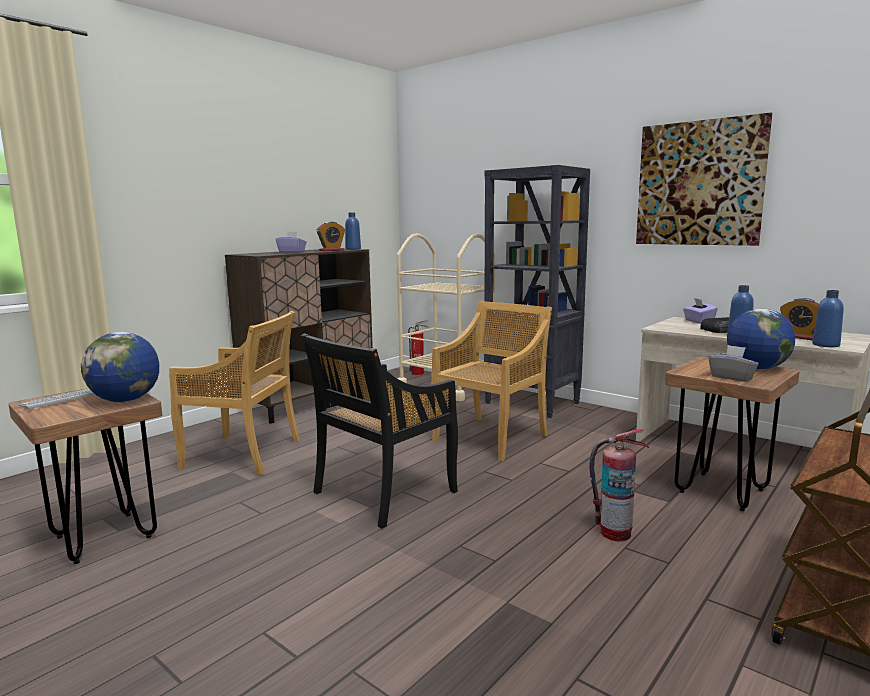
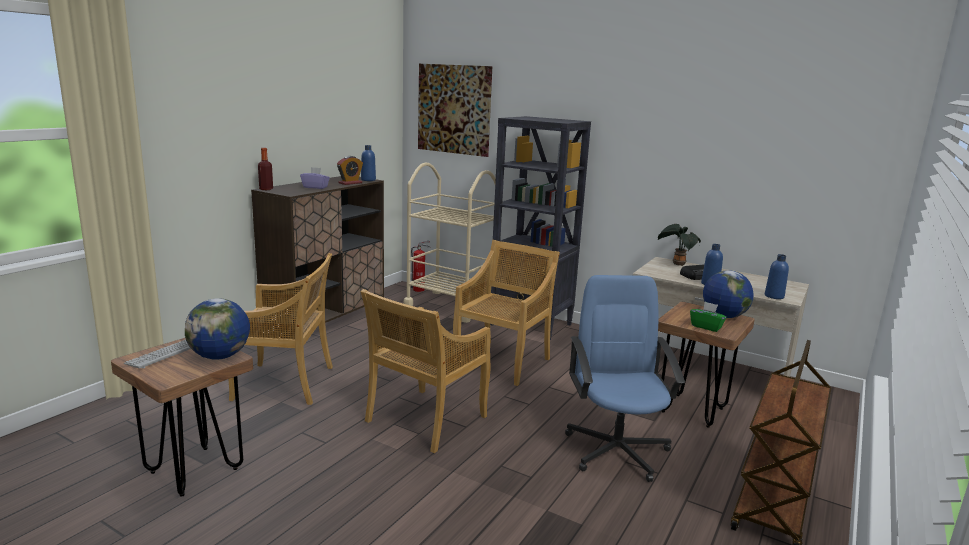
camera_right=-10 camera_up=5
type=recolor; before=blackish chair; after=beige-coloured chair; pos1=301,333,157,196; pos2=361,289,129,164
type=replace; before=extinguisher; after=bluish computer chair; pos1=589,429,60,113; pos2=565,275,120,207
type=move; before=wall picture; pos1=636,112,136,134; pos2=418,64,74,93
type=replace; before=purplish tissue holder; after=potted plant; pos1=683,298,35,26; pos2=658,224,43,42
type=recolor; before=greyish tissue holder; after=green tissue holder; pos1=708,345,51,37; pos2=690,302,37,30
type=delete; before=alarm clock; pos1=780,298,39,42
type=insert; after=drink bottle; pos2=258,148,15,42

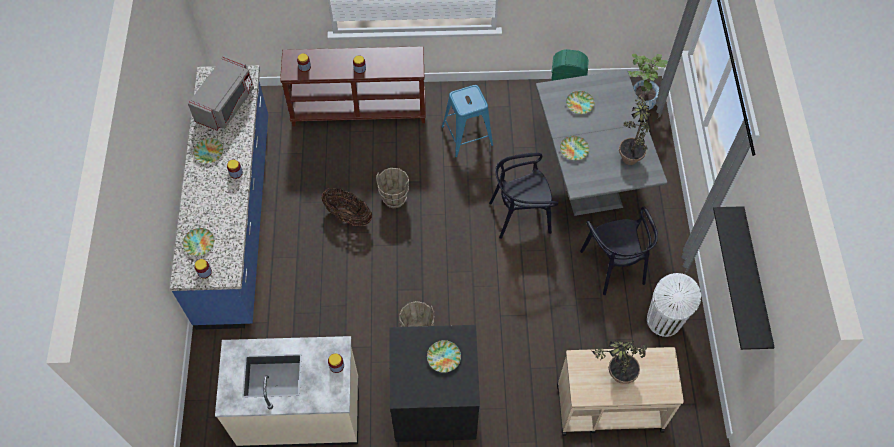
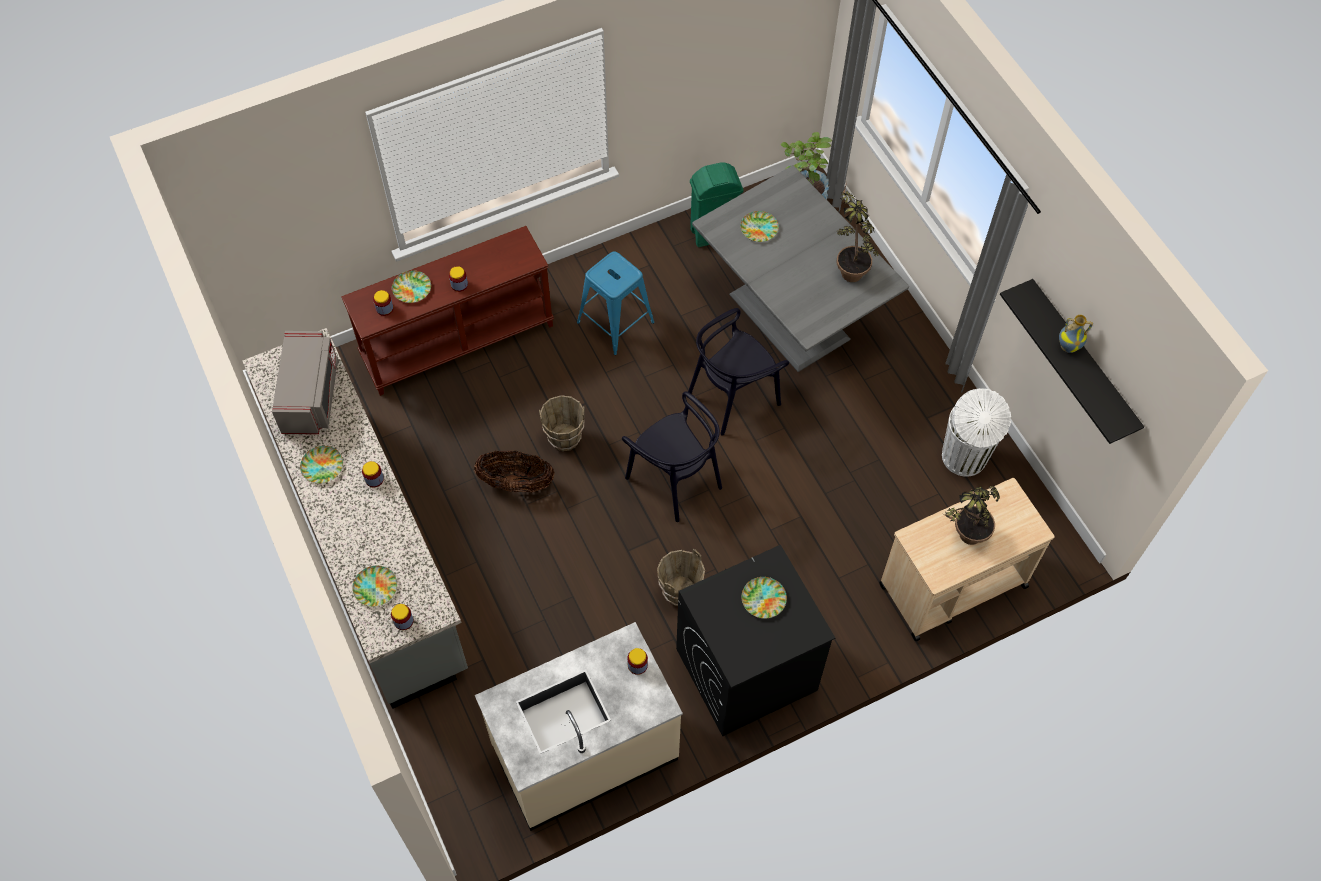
camera_right=-25 camera_up=0
type=recolor; before=bluish counter; after=greyish counter; pos1=170,65,98,265; pos2=242,328,226,381
type=move; before=dinner plate; pos1=560,136,30,24; pos2=392,271,39,32
type=move; before=blackish chair; pos1=580,207,78,88; pos2=622,391,100,131
type=insert; after=decorative vase; pos2=1059,315,34,38

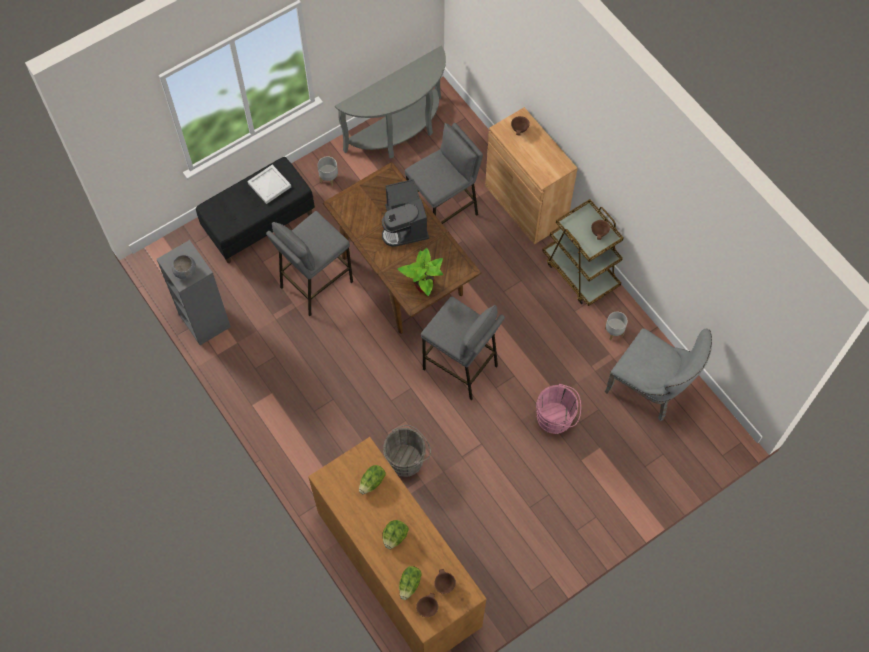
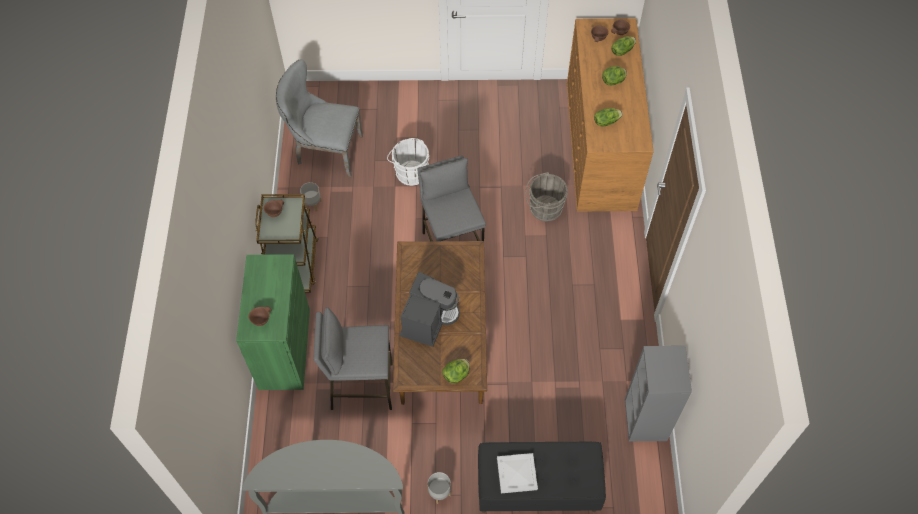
camera_right=-145 camera_up=-5
type=delete; before=greyish bowl; pos1=172,255,24,24
type=delete; before=greyish stool seat; pos1=266,211,87,105
type=delete; before=potted plant; pos1=398,248,45,48
type=recolor; before=brownish cupboard; after=green cupboard; pos1=485,107,93,137; pos2=236,254,74,136
type=recolor; before=pinkish bucket; after=white-coloured bucket; pos1=536,384,45,50; pos2=387,138,42,48
type=rotate; before=greyish chair; pos1=605,328,107,93; pos2=276,59,87,118; turn=-60
type=insert; after=lettuce; pos2=442,359,28,24

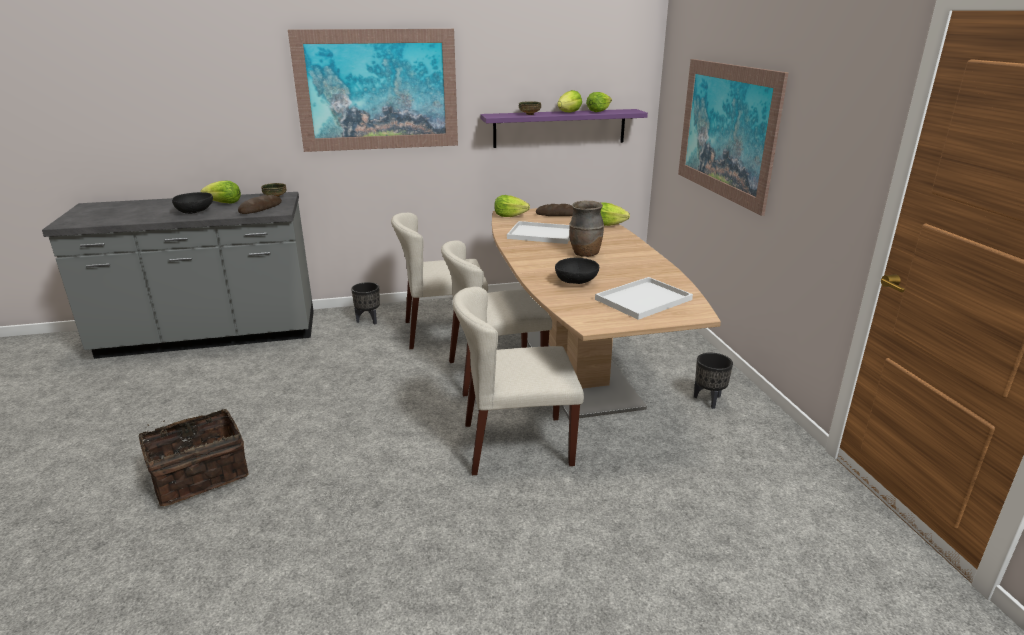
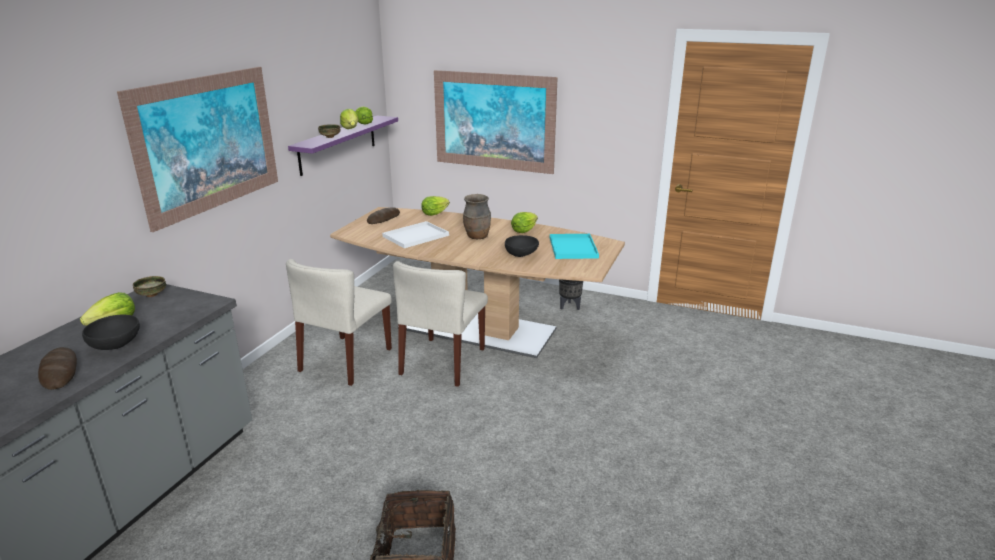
camera_right=-55 camera_up=0
type=move; before=bakery bread; pos1=238,195,44,19; pos2=38,347,39,43
type=delete; before=blackish planter; pos1=351,282,29,43
type=delete; before=beige-coloured chair; pos1=453,287,131,188
type=move; before=lettuce; pos1=494,195,36,22; pos2=511,212,27,21
type=recolor; before=white-coloured serving tray; after=blue-green serving tray; pos1=595,277,98,43; pos2=550,234,49,25

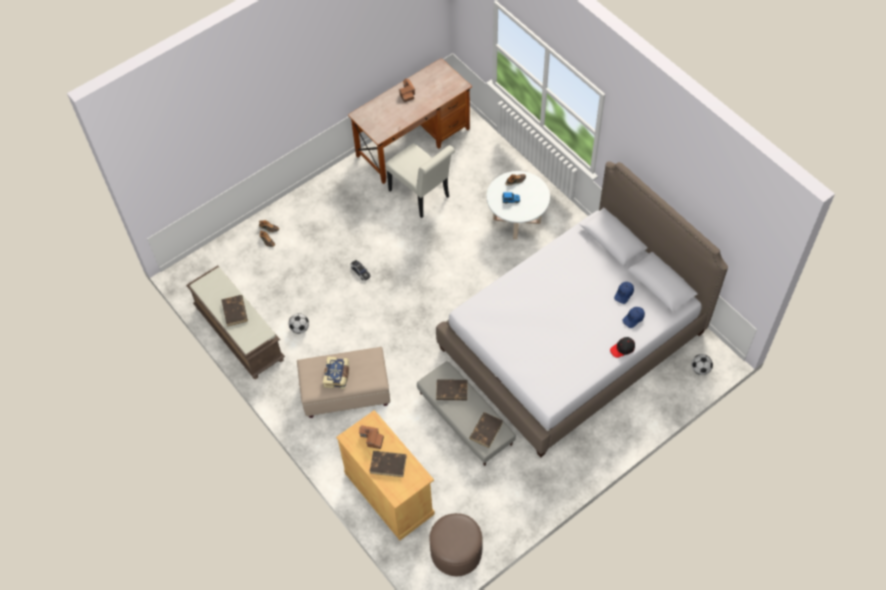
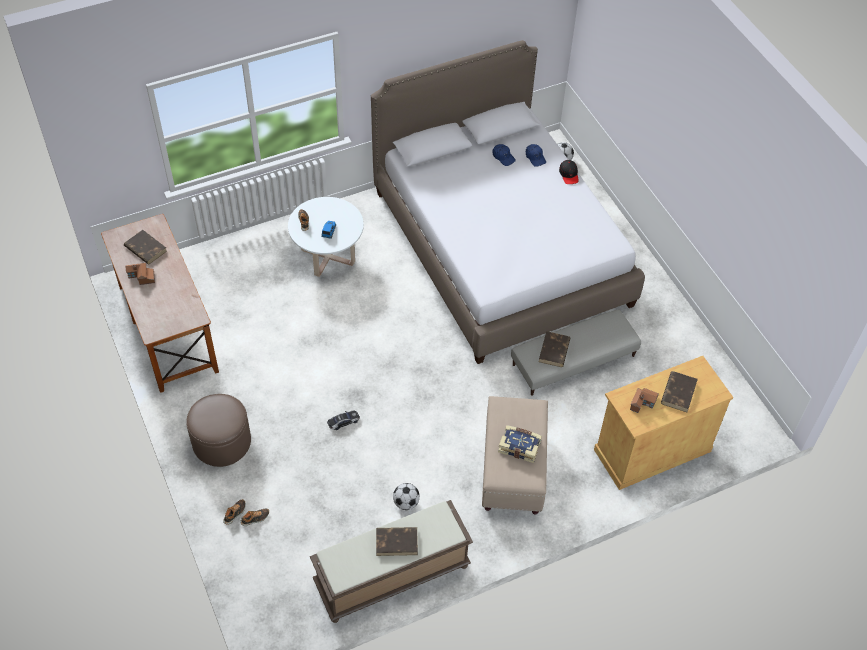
camera_right=-80 camera_up=-5
type=delete; before=white-coloured chair; pos1=385,143,70,75
type=move; before=brownish ottoman; pos1=429,513,54,63; pos2=186,394,65,73
type=move; before=brownish volume; pos1=469,412,34,36; pos2=124,230,43,34

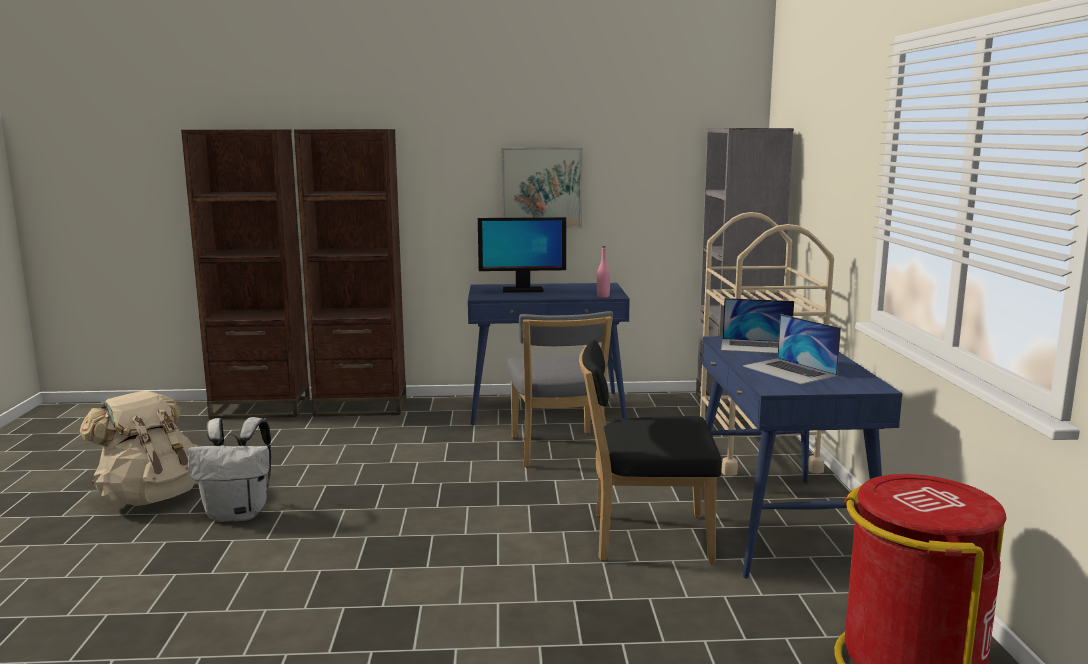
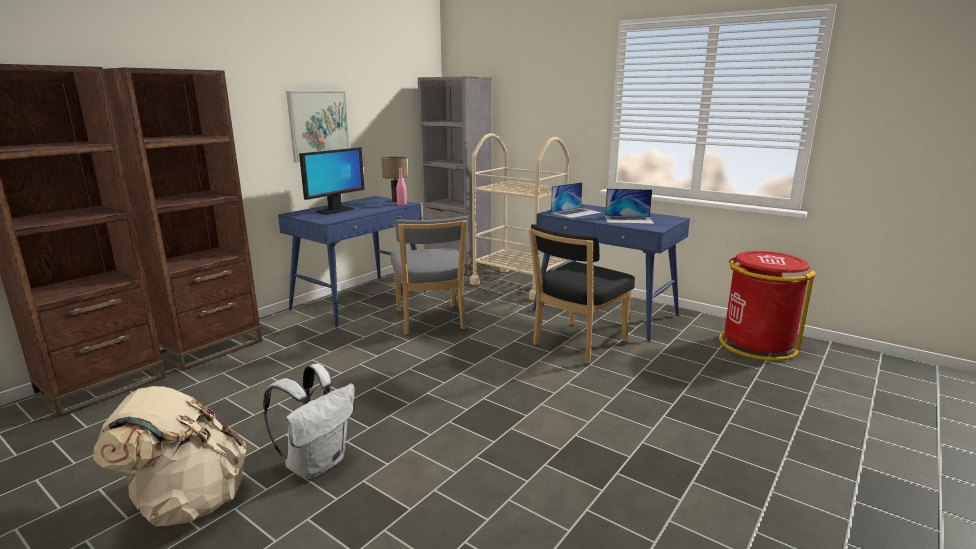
camera_right=-50 camera_up=5
type=rotate; before=greyish chair; pos1=507,311,106,156; pos2=391,216,77,119; turn=45
type=insert; after=lamp for a table; pos2=381,157,27,45

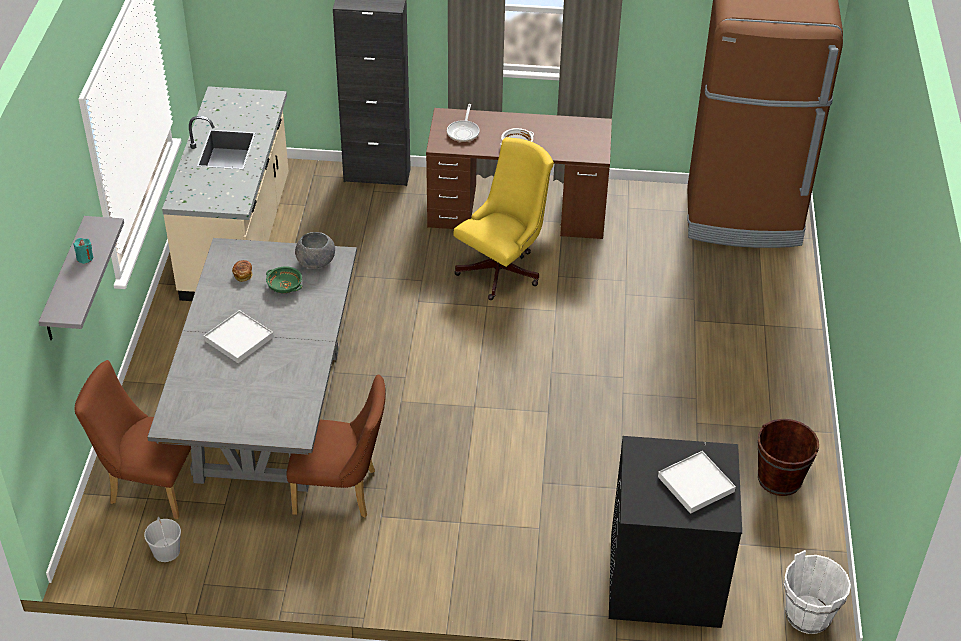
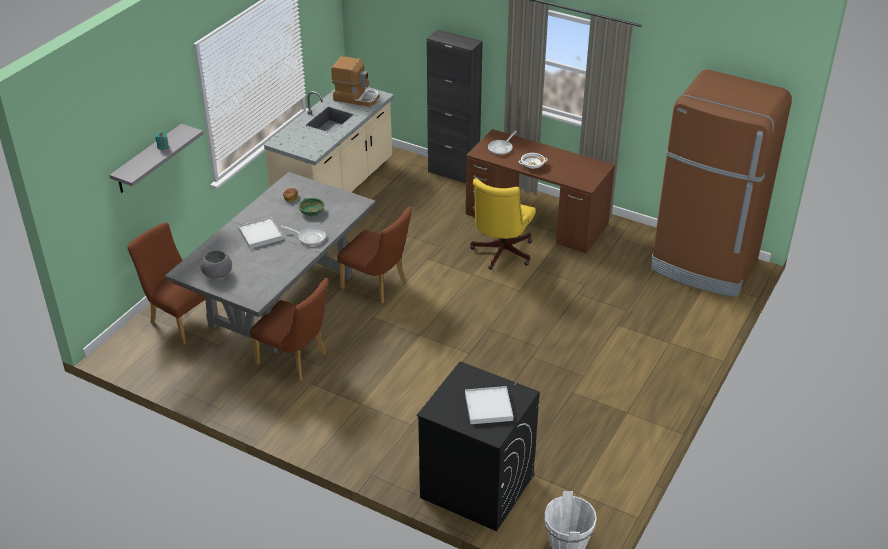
camera_right=25 camera_up=-5
type=delete; before=white-coloured bucket; pos1=144,517,37,45
type=move; before=greyish bowl; pos1=295,232,40,37; pos2=200,250,32,29
type=rotate; before=yellowish computer chair; pos1=453,137,101,163; pos2=470,178,66,92; turn=135
type=delete; before=brownish bucket; pos1=758,419,61,77
type=insert; after=skillet; pos2=281,226,45,19
type=insert; after=coffee maker; pos2=331,56,48,51
type=insert; after=brownish chair; pos2=337,207,75,96

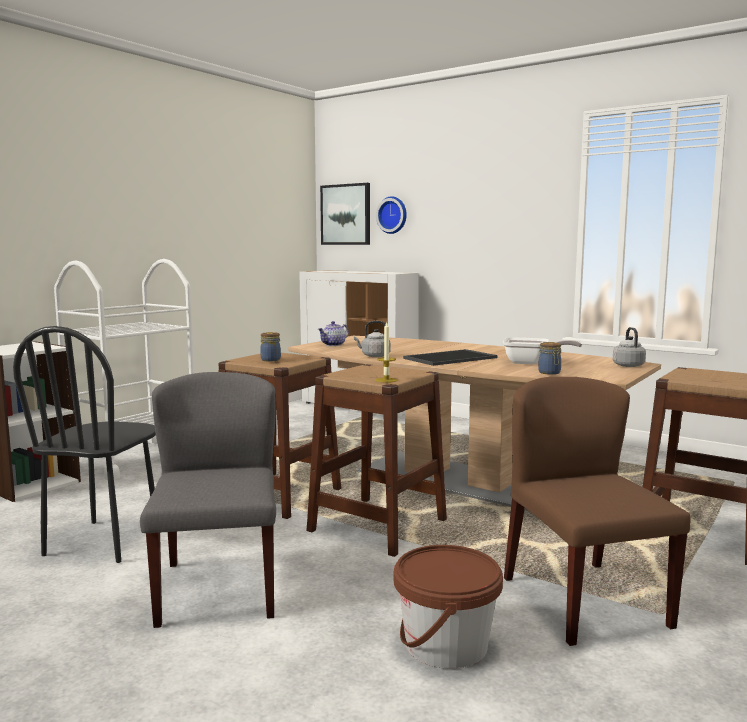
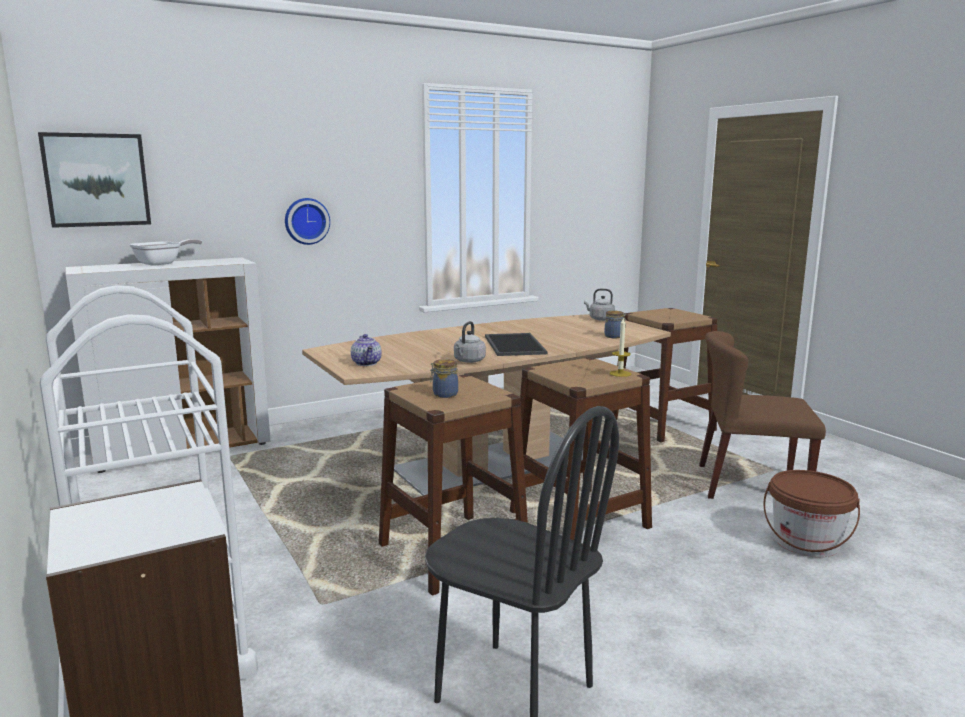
camera_right=-65 camera_up=5
type=delete; before=greyish chair; pos1=140,372,136,256
type=move; before=clock on the wall; pos1=376,196,31,38; pos2=285,198,45,47
type=move; before=skillet; pos1=503,337,79,27; pos2=129,239,73,27

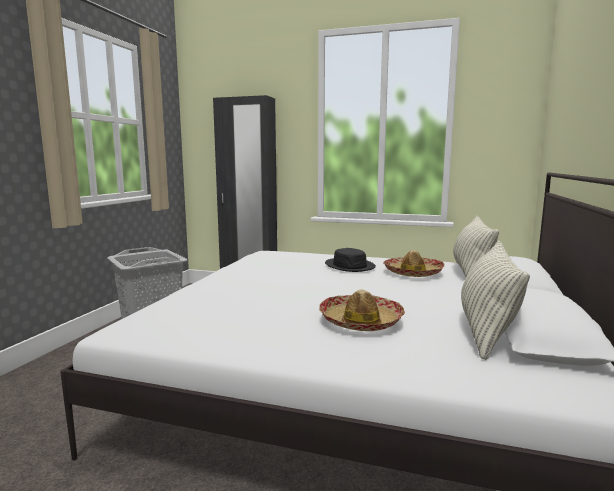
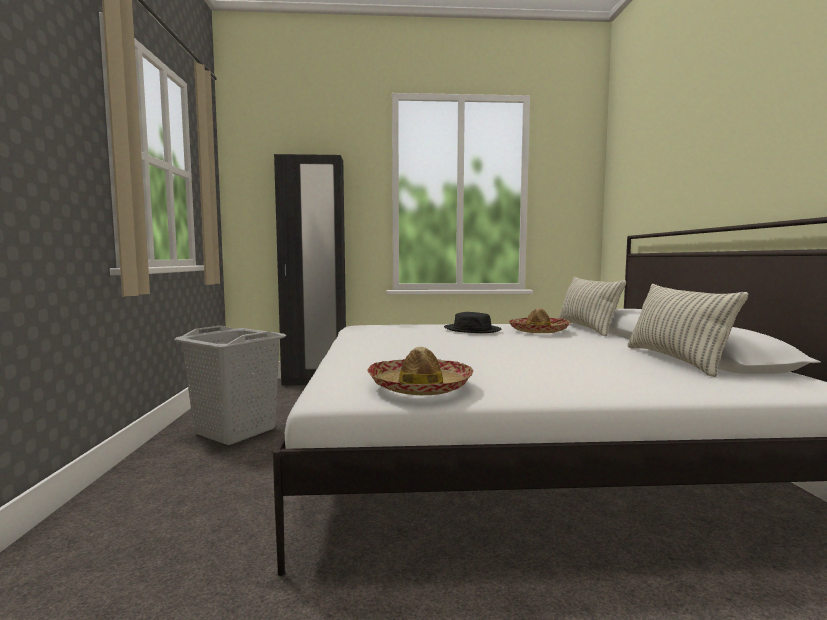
camera_right=-20 camera_up=-5
type=move; before=hat; pos1=319,290,86,41; pos2=367,347,106,48

